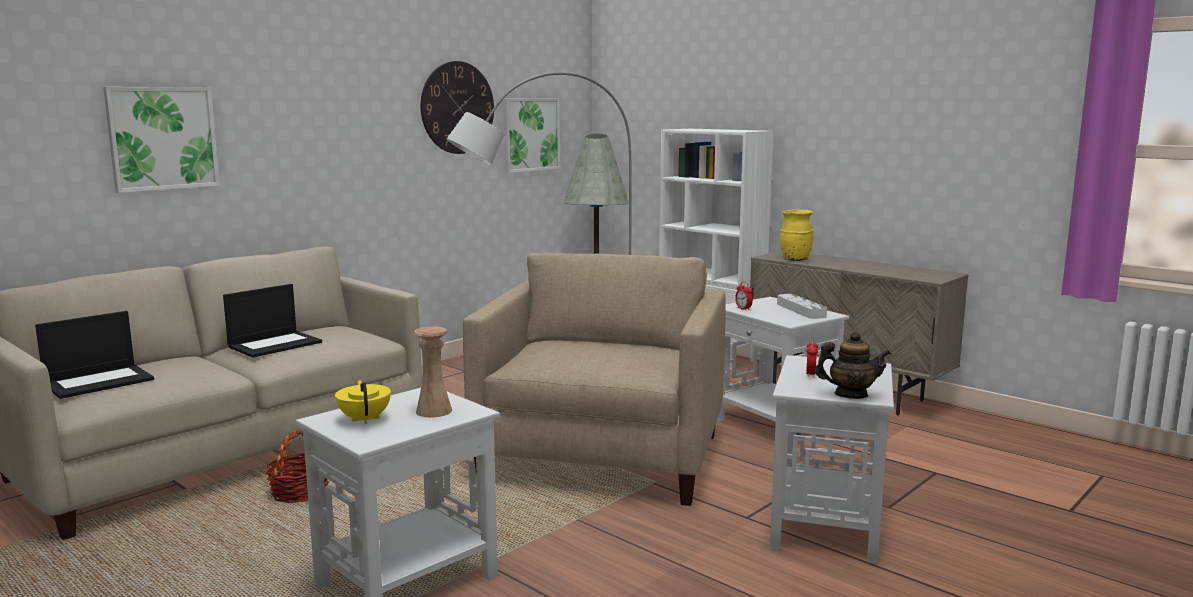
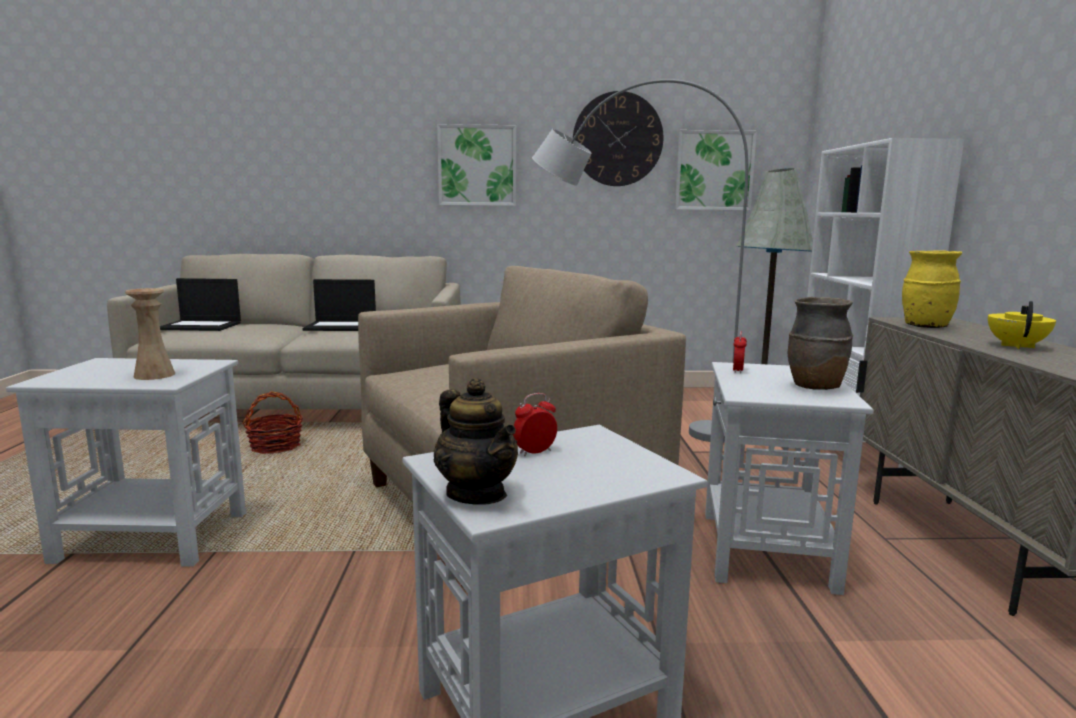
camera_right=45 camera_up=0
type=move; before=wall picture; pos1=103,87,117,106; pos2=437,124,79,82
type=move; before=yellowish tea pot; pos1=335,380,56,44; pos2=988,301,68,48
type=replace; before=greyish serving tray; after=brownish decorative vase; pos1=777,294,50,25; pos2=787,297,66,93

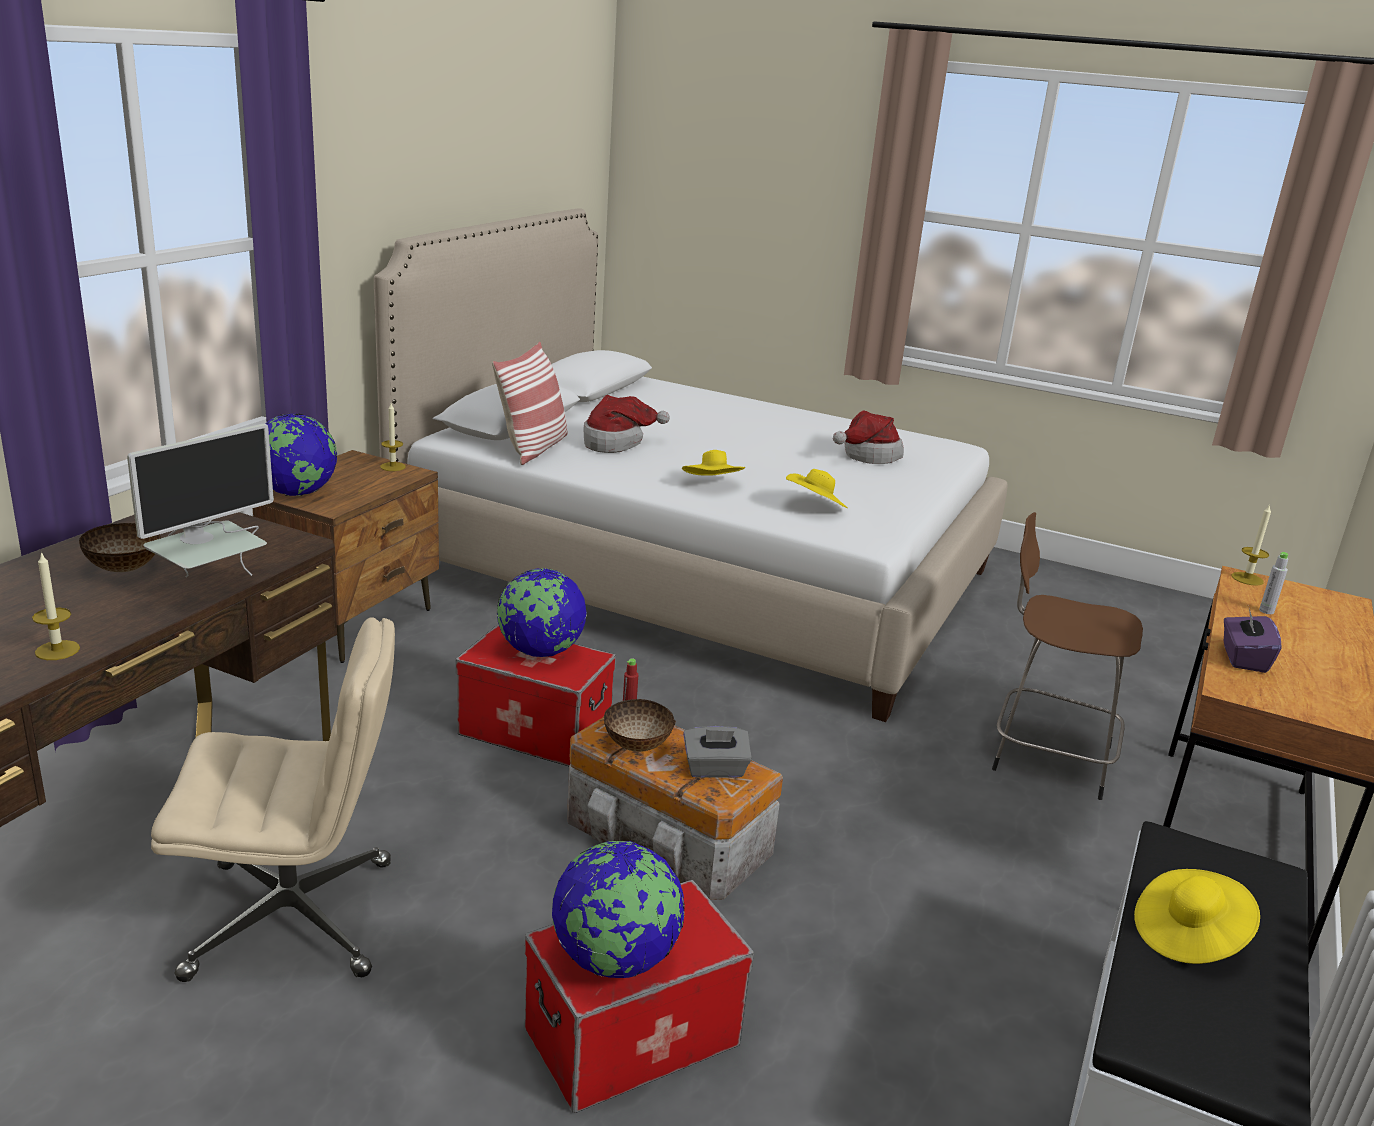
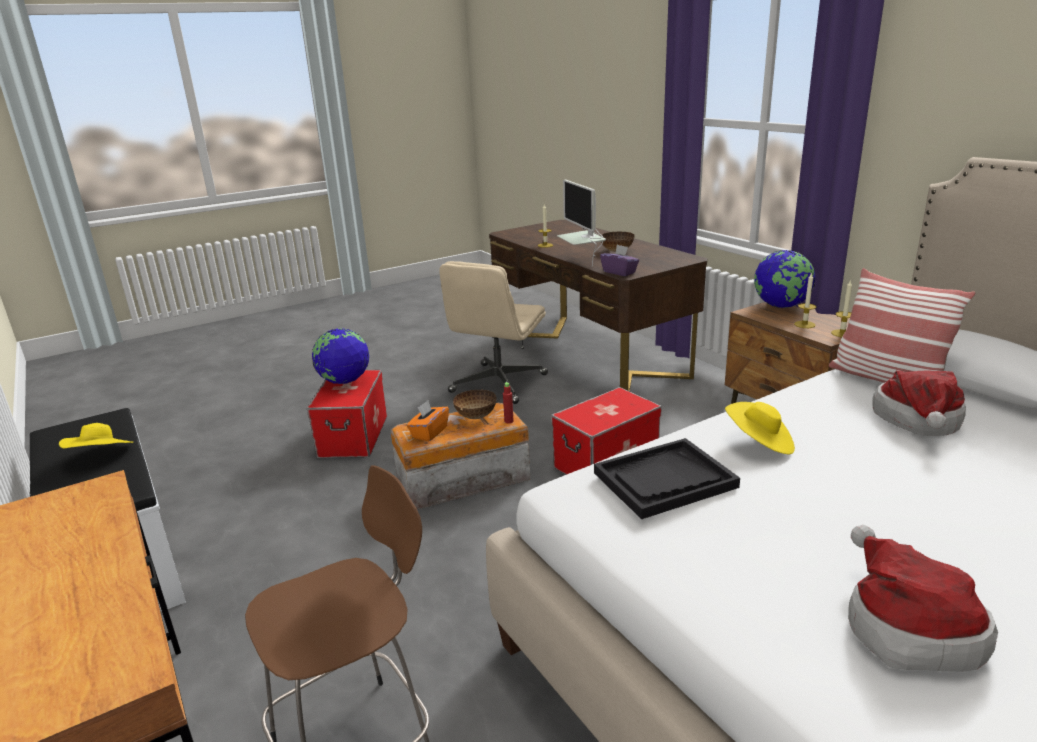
camera_right=125 camera_up=0
type=delete; before=globe; pos1=497,568,90,89
type=recolor; before=greyish tissue holder; after=orange-coloured tissue holder; pos1=683,726,69,52; pos2=407,400,42,42
type=replace; before=yellowish hat; after=blackish serving tray; pos1=786,469,62,39; pos2=594,438,146,81
type=move; before=purplish tissue holder; pos1=1224,609,57,64; pos2=600,245,39,31
type=move; before=candle; pos1=1232,504,39,82; pos2=794,272,22,56
type=delete; before=greyish drink bottle; pos1=1259,552,29,62

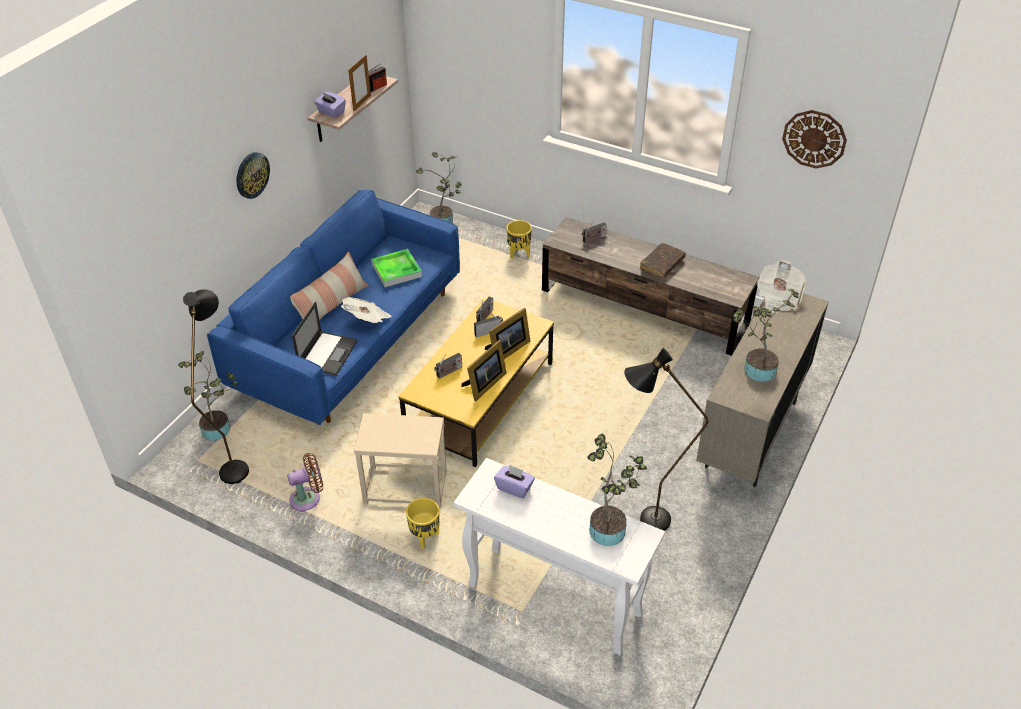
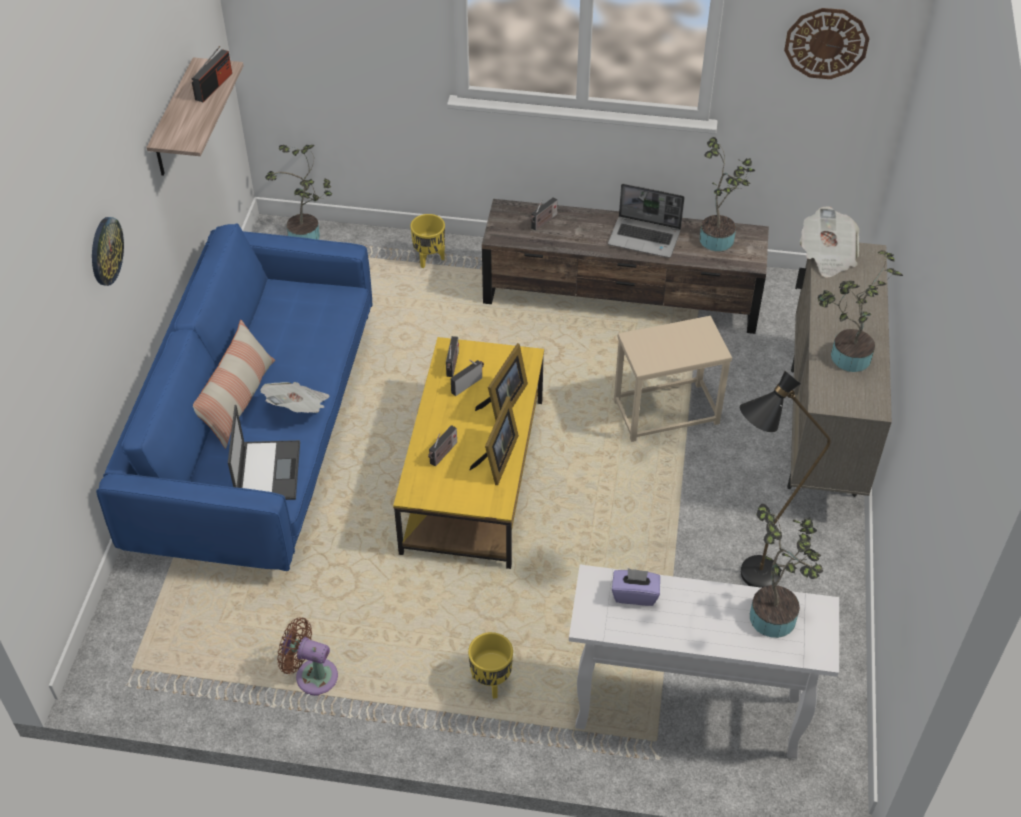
camera_right=-20 camera_up=5
type=move; before=potted plant; pos1=178,351,60,90; pos2=700,137,55,114
type=delete; before=blackish floor lamp; pos1=183,289,66,195
type=rotate; before=brownish electric fan; pos1=287,453,36,59; pos2=277,618,61,78; turn=-120
type=delete; before=purplish tissue holder; pos1=314,91,32,27
type=delete; before=standing frame; pos1=348,55,23,57
type=move; before=beige-coloured side table; pos1=354,413,93,95; pos2=614,316,118,126
type=delete; before=serving tray; pos1=371,249,51,38
type=replace; before=brownish volume; after=portable computer; pos1=640,243,46,35; pos2=608,184,77,74

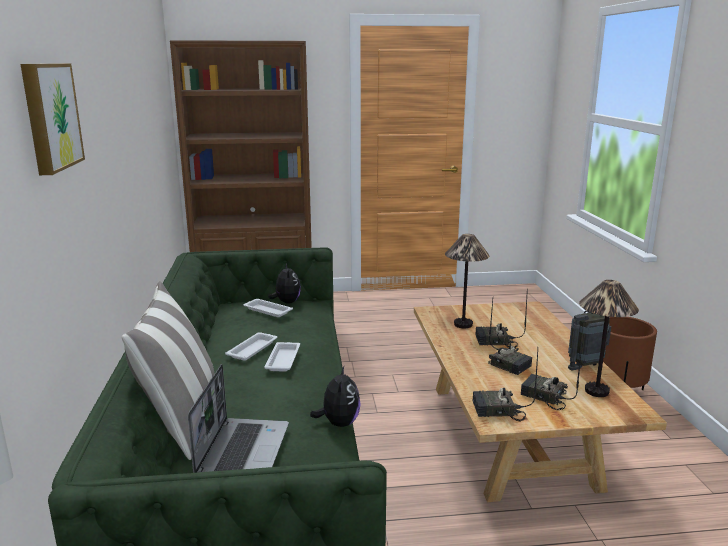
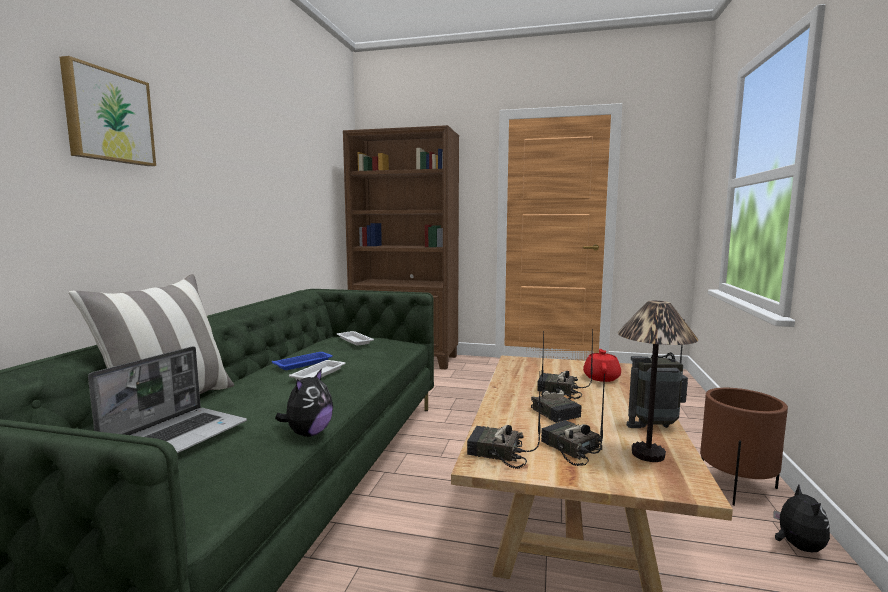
camera_right=20 camera_up=-10
type=recolor; before=white-coloured serving tray; after=bluish serving tray; pos1=225,332,52,29; pos2=272,352,61,18
type=move; before=plush toy; pos1=268,264,33,40; pos2=773,485,57,67
type=delete; before=lamp for a table; pos1=445,234,44,94
type=insert; after=red tea pot; pos2=583,349,38,33

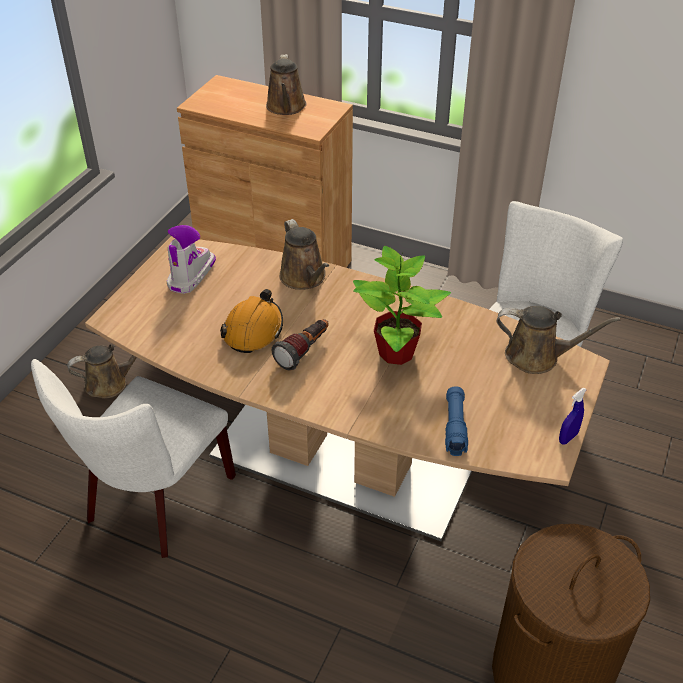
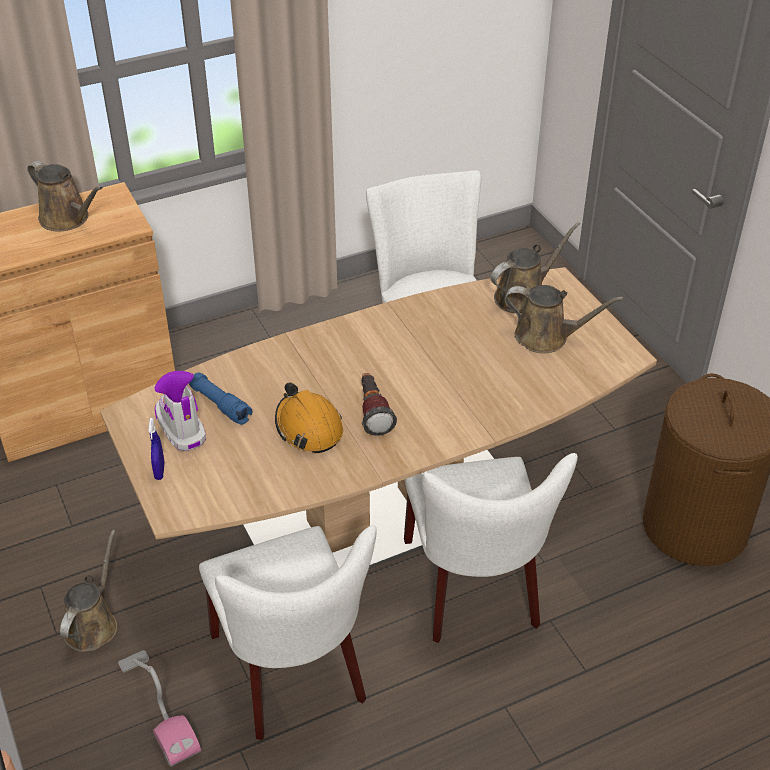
camera_right=-50 camera_up=0
type=move; before=brownish sprinkling can; pos1=279,219,50,71; pos2=504,285,120,68
type=delete; before=potted plant; pos1=353,246,98,119
type=move; before=bluish flashlight; pos1=445,386,23,70; pos2=189,372,63,53
type=move; before=bluish hand sprayer; pos1=559,388,28,57; pos2=148,418,17,62
type=insert; after=vacuum cleaner; pos2=118,650,83,117
type=insert; after=white-coloured chair; pos2=404,453,174,190

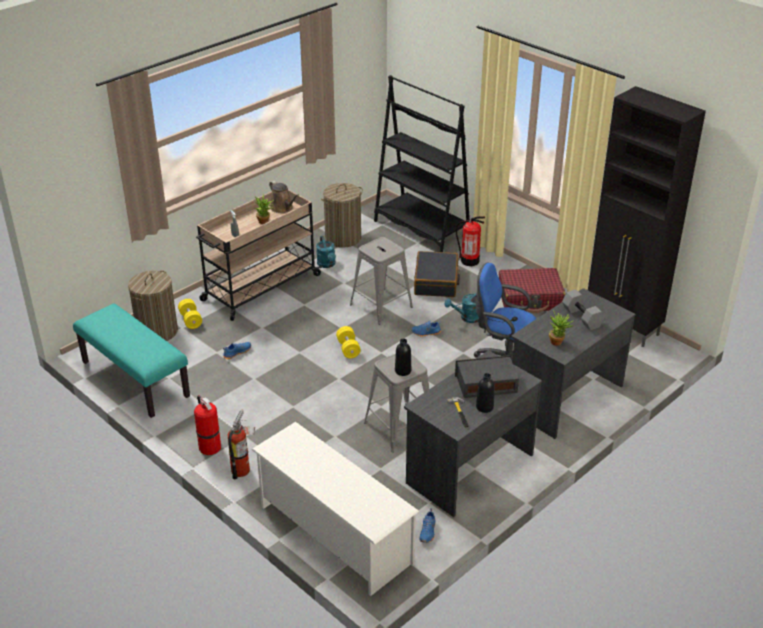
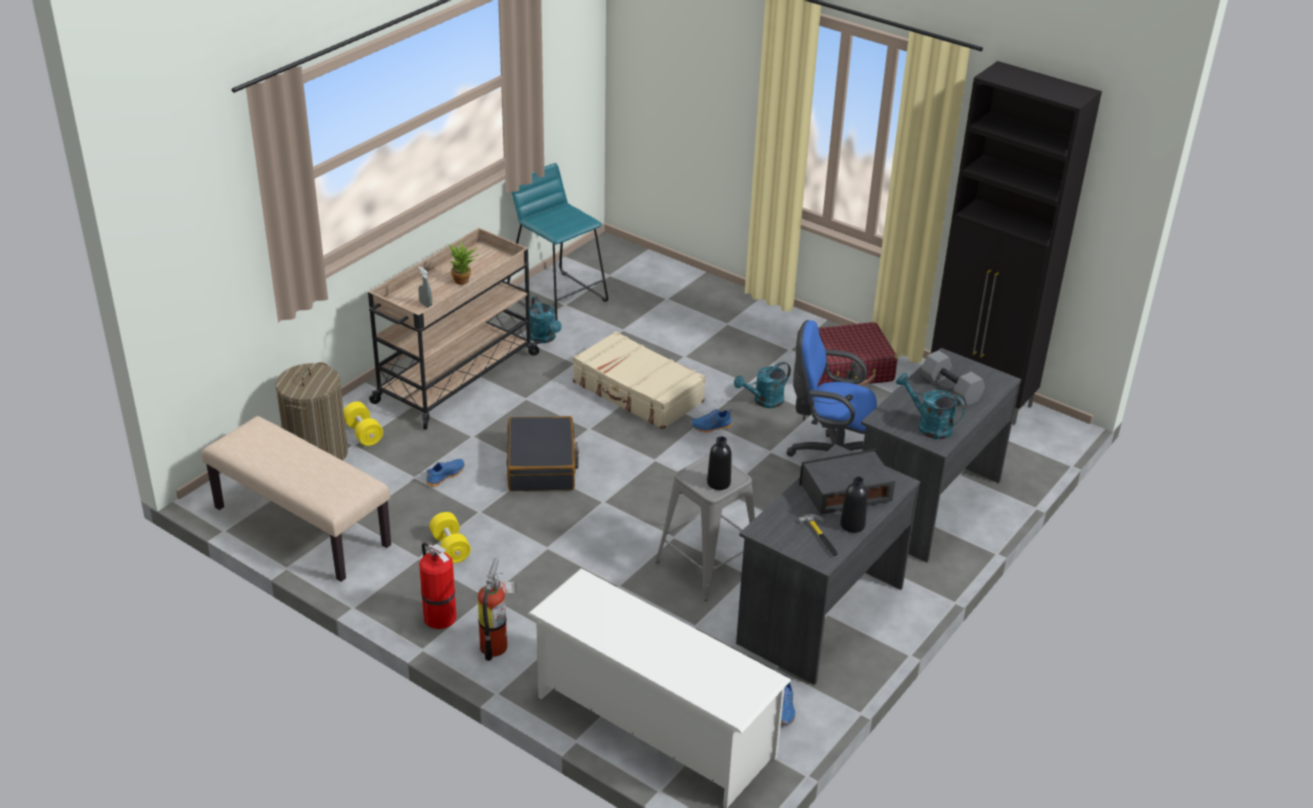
camera_right=-10 camera_up=0
type=recolor; before=blue-green indoor bench; after=beige-coloured indoor bench; pos1=73,303,117,115; pos2=202,416,189,166
type=delete; before=brownish sprinkling can; pos1=269,181,30,32
type=replace; before=laundry basket; after=blue-green stool seat; pos1=321,183,42,65; pos2=507,163,101,157
type=move; before=yellowish free weight; pos1=336,326,25,32; pos2=429,512,42,51
type=replace; before=greyish stool seat; after=beige-coloured piece of luggage; pos1=350,237,63,88; pos2=573,331,133,99
type=delete; before=blackish shelving unit; pos1=374,75,96,177
type=move; before=blackish piece of luggage; pos1=414,251,46,46; pos2=507,416,72,75
type=delete; before=extinguisher; pos1=456,216,29,50
type=replace; before=potted plant; after=blue-green sprinkling can; pos1=549,310,25,36; pos2=896,373,69,66

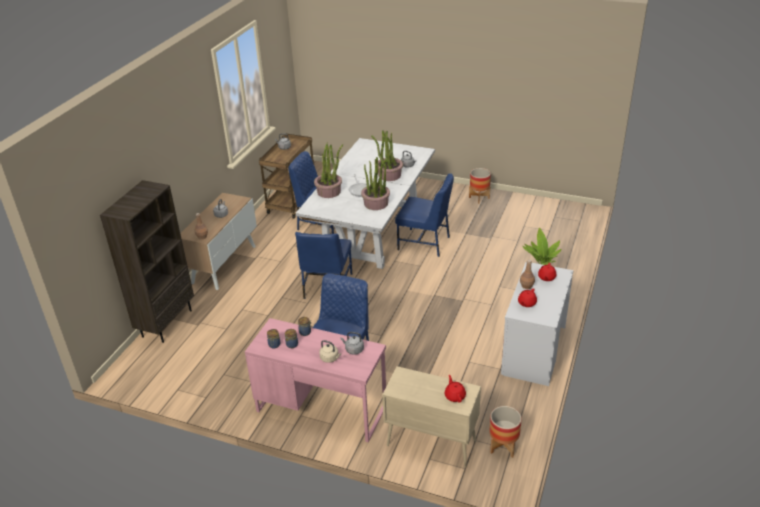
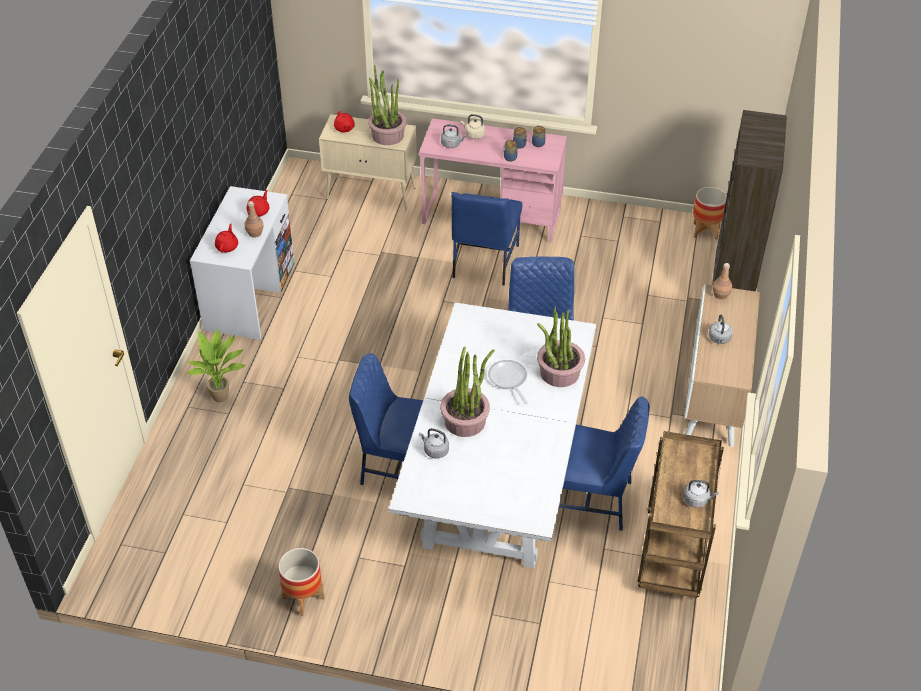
camera_right=170 camera_up=10
type=move; before=potted plant; pos1=361,157,29,53; pos2=368,65,39,80
type=move; before=planter; pos1=489,406,33,52; pos2=693,187,34,53

